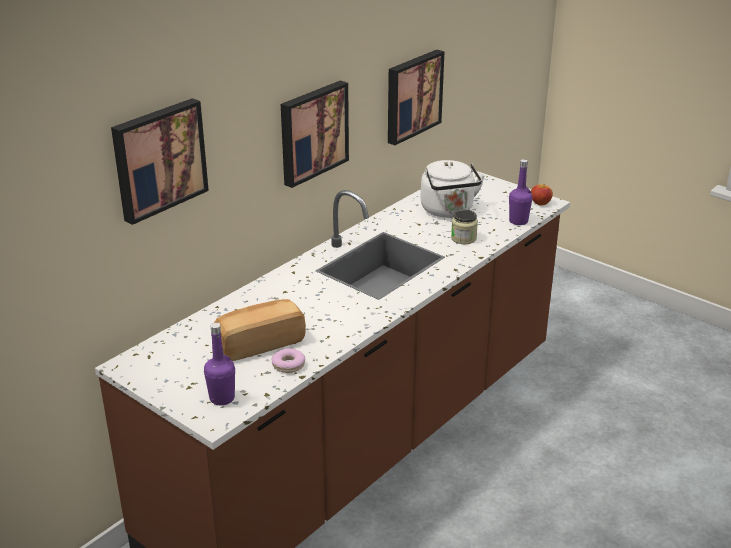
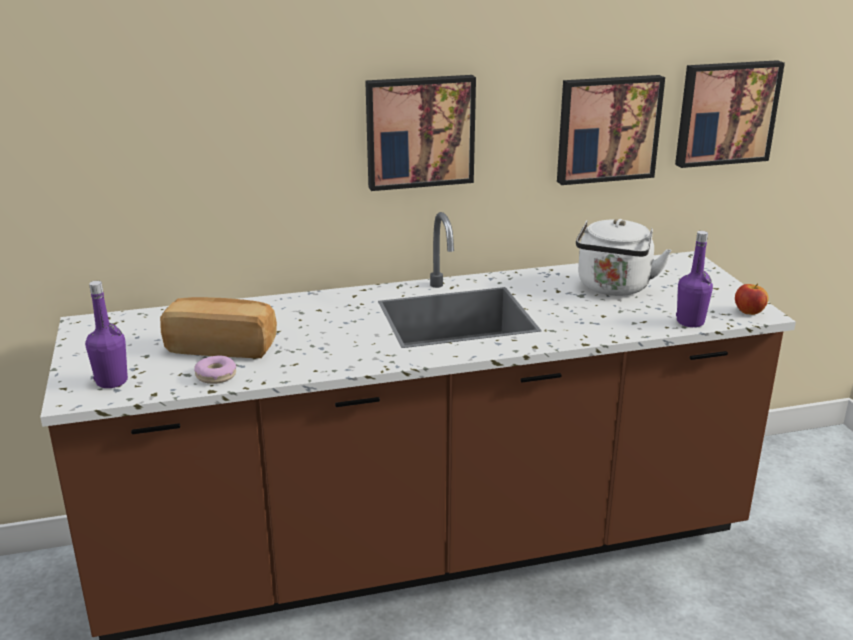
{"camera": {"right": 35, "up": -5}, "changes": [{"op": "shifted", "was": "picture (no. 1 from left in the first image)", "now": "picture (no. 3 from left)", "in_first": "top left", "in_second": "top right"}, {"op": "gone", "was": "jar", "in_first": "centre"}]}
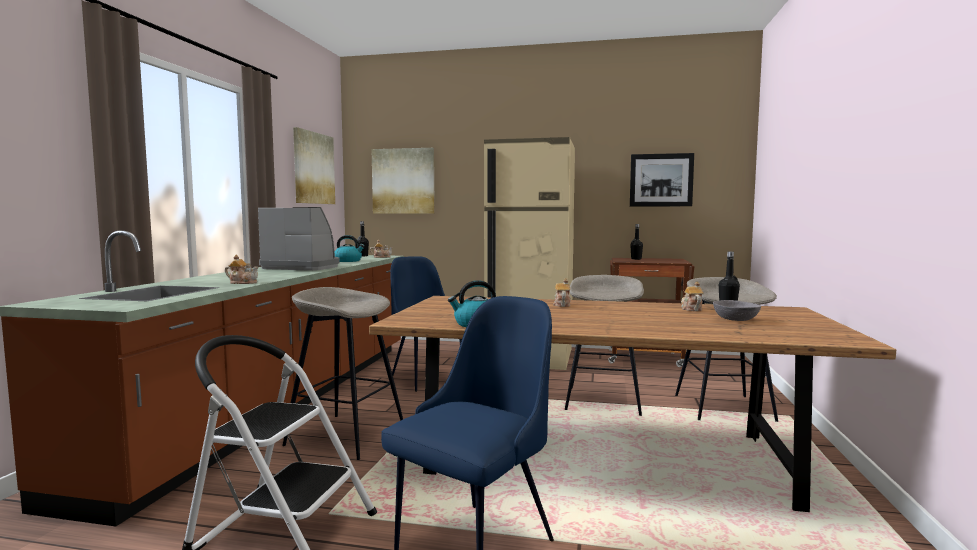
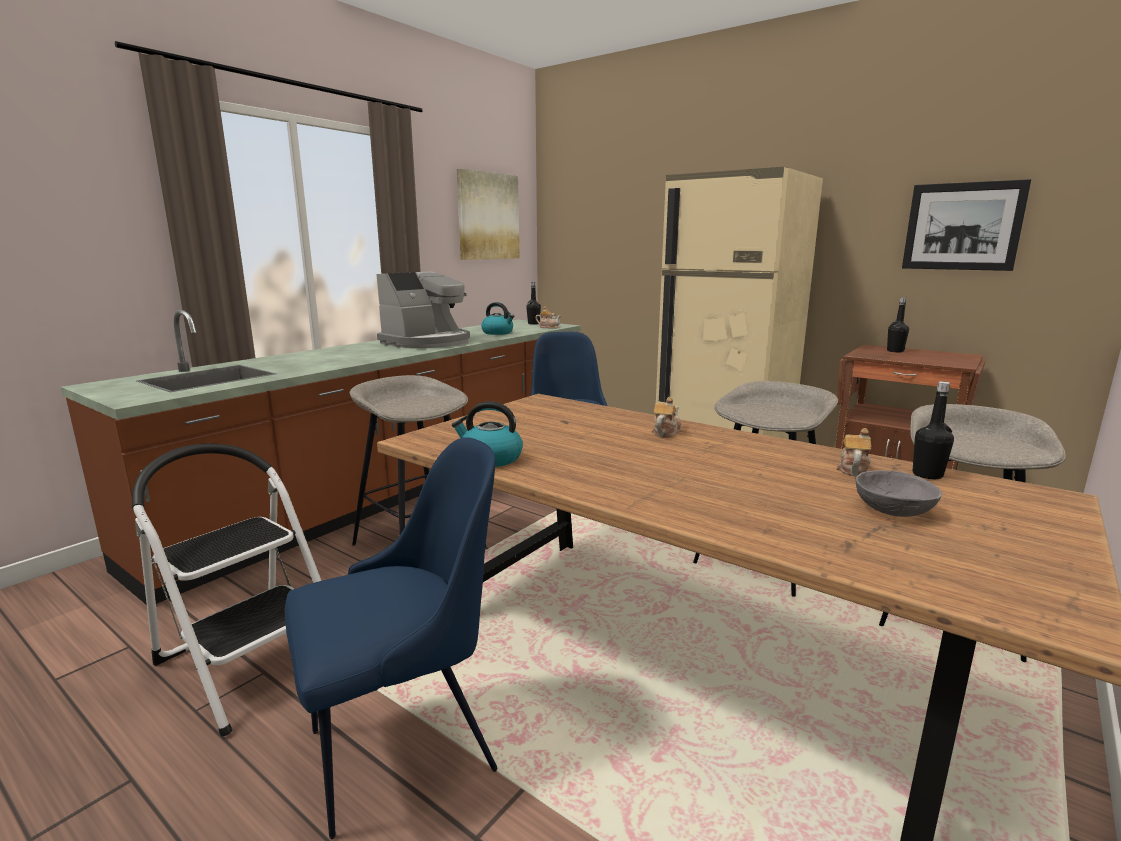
{"camera": {"right": 25, "up": 10}, "changes": [{"op": "gone", "was": "teapot (no. 1 from left)", "in_first": "middle left"}, {"op": "rotated", "was": "coffee machine", "in_first": "middle left", "in_second": "centre", "clockwise": 90}, {"op": "gone", "was": "picture (no. 2 from left)", "in_first": "top centre"}]}
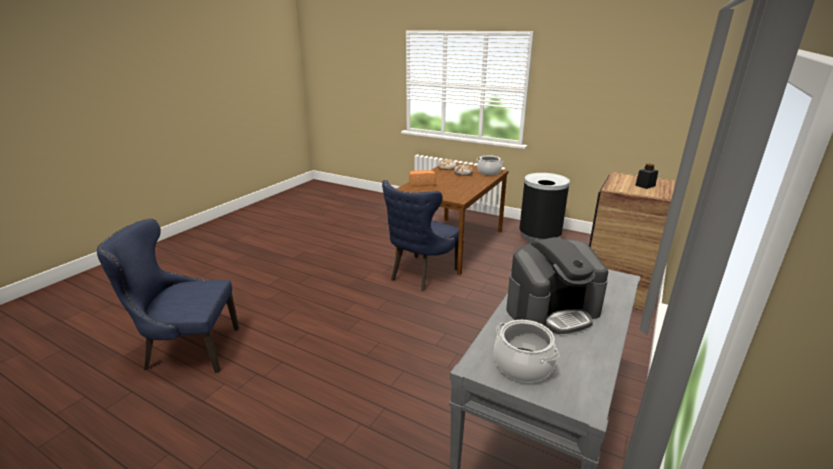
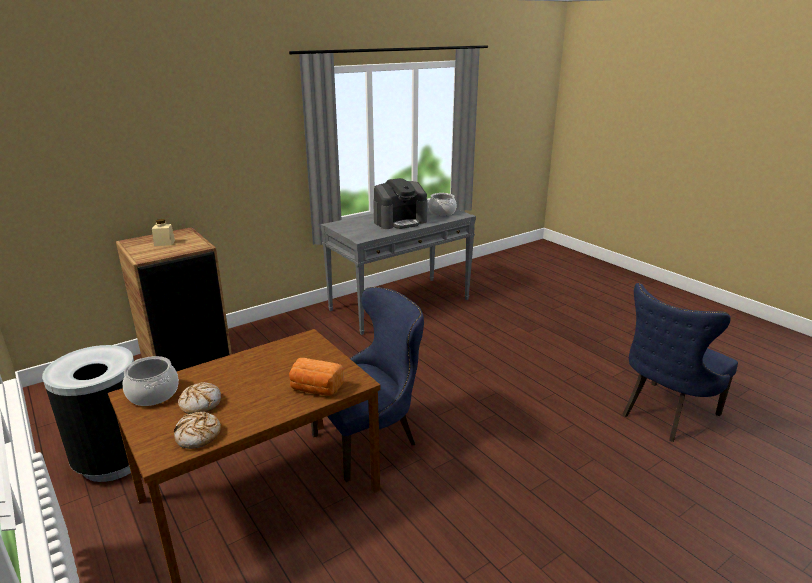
{"camera": {"right": -155, "up": 0}, "changes": [{"op": "rotated", "was": "blue chair (no. 1 from left in the first image)", "in_first": "middle left", "in_second": "middle right", "clockwise": 120}, {"op": "rotated", "was": "coffee machine", "in_first": "middle right", "in_second": "centre", "clockwise": 150}, {"op": "repainted", "was": "black jar", "now": "beige jar", "in_first": "middle right", "in_second": "middle left"}]}
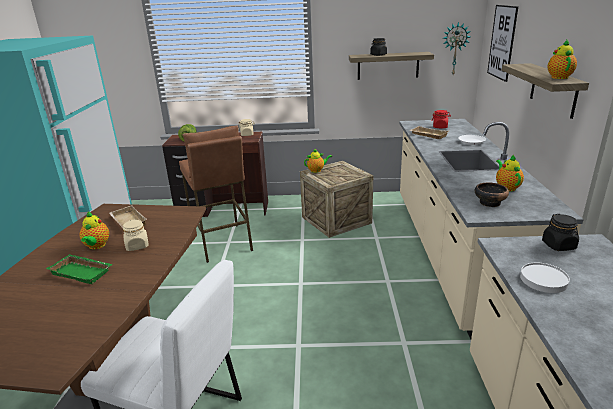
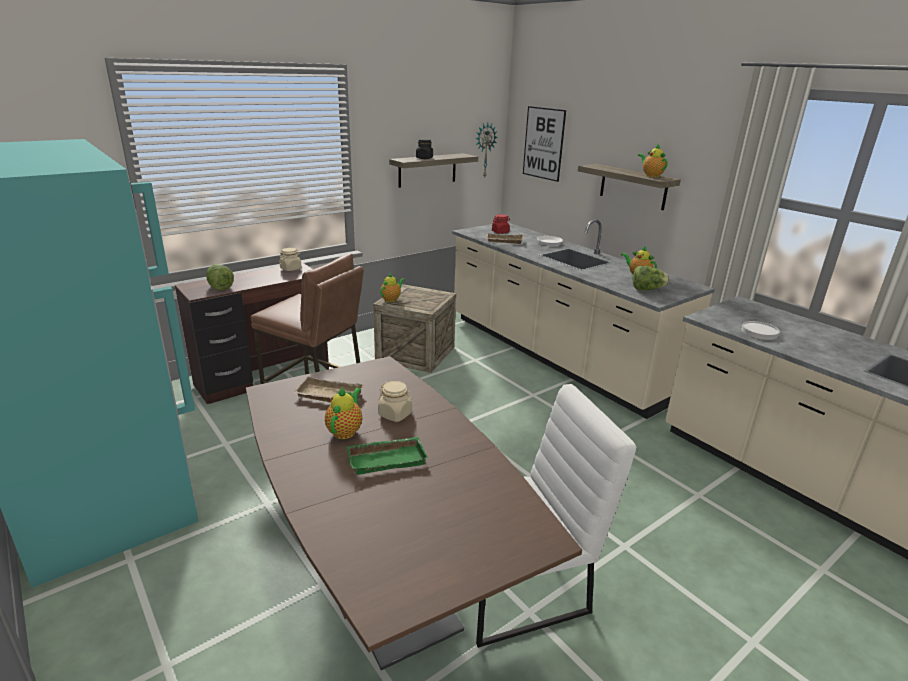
{"camera": {"right": -40, "up": 0}, "changes": [{"op": "rotated", "was": "teapot (no. 1 from left)", "in_first": "middle left", "in_second": "centre", "clockwise": -120}, {"op": "swapped", "was": "bowl", "now": "lettuce (no. 2 from left)", "in_first": "middle right", "in_second": "middle right"}, {"op": "gone", "was": "black jar (no. 2 from left)", "in_first": "middle right"}]}
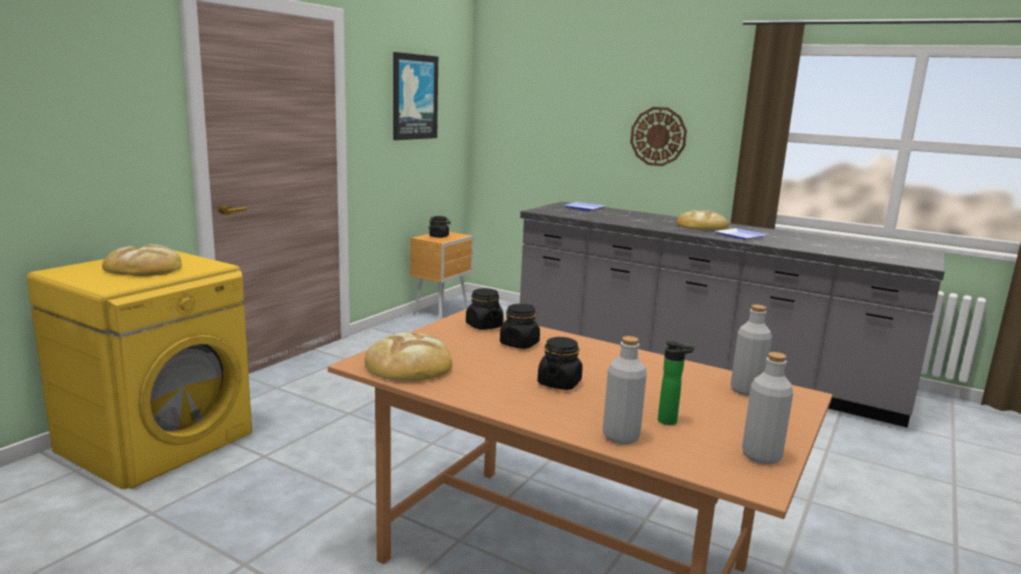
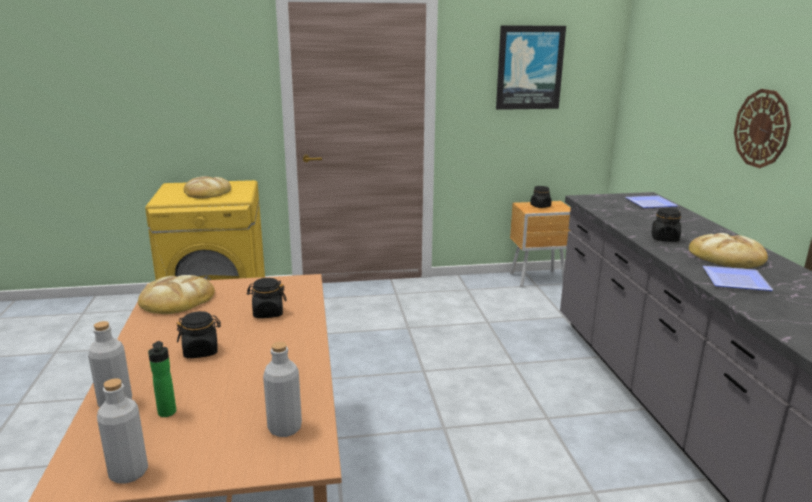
{"camera": {"right": 50, "up": 5}, "changes": [{"op": "shifted", "was": "black jar (no. 2 from left in the first image)", "now": "black jar (no. 4 from left)", "in_first": "centre", "in_second": "middle right"}]}
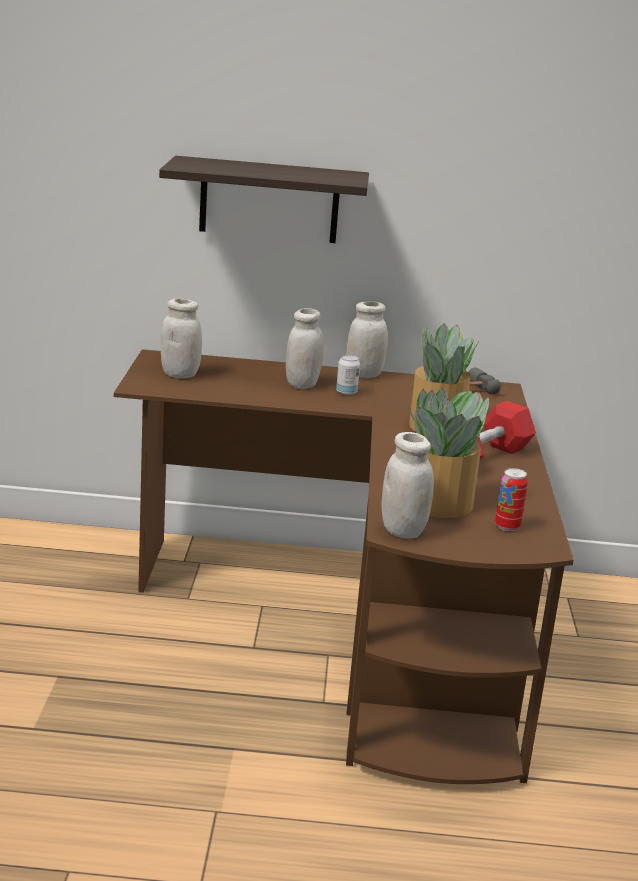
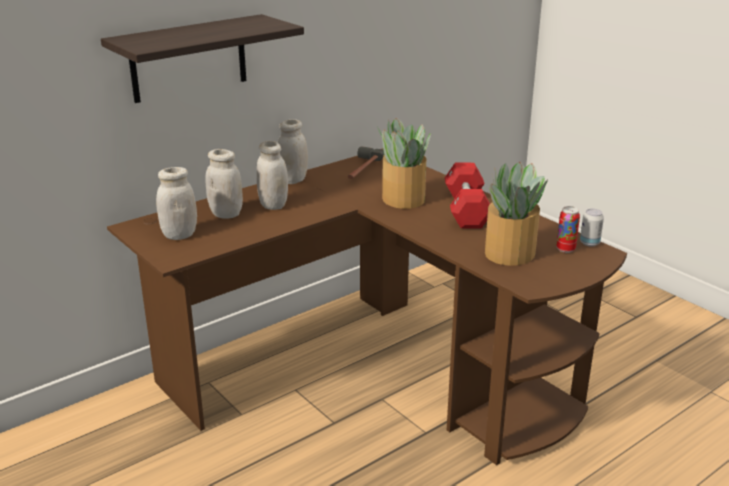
{"camera": {"right": -40, "up": 5}, "changes": [{"op": "shifted", "was": "can (no. 1 from left in the first image)", "now": "can (no. 2 from left)", "in_first": "centre", "in_second": "middle right"}, {"op": "shifted", "was": "white jar (no. 4 from left in the first image)", "now": "white jar (no. 2 from left)", "in_first": "centre", "in_second": "middle left"}]}
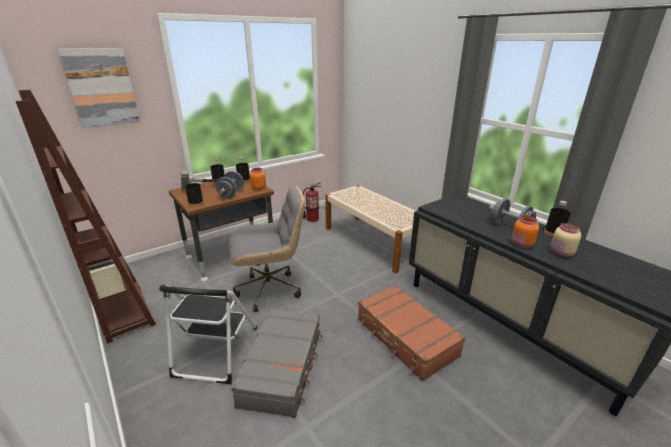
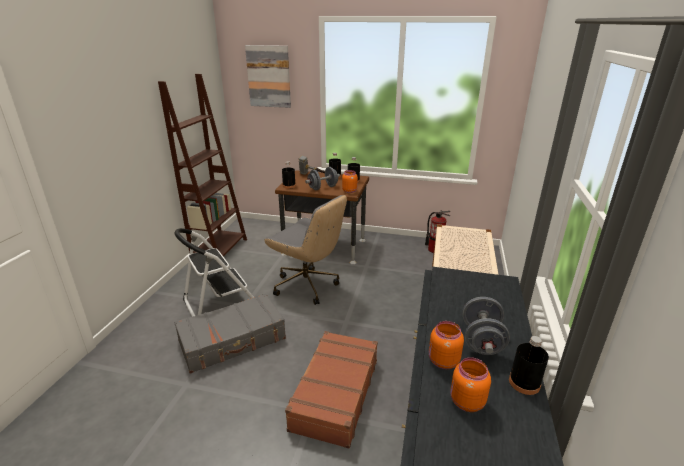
{"camera": {"right": 50, "up": 0}, "changes": [{"op": "repainted", "was": "beige jar", "now": "orange jar (no. 3 from left)", "in_first": "middle right", "in_second": "bottom right"}]}
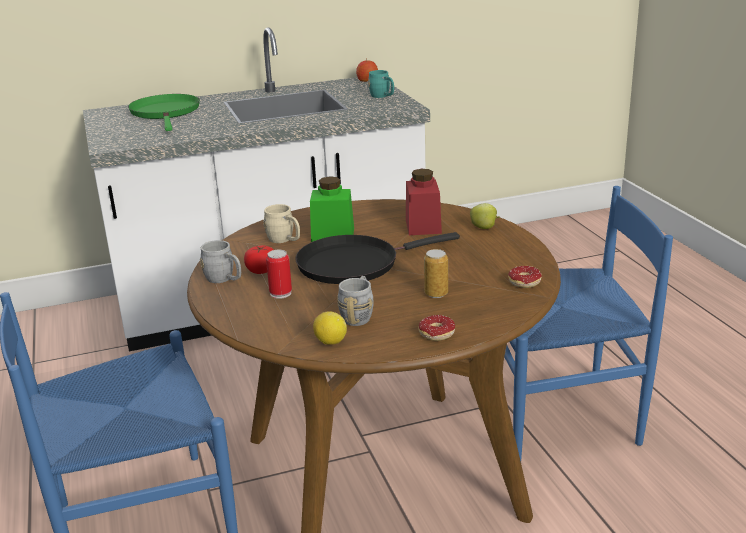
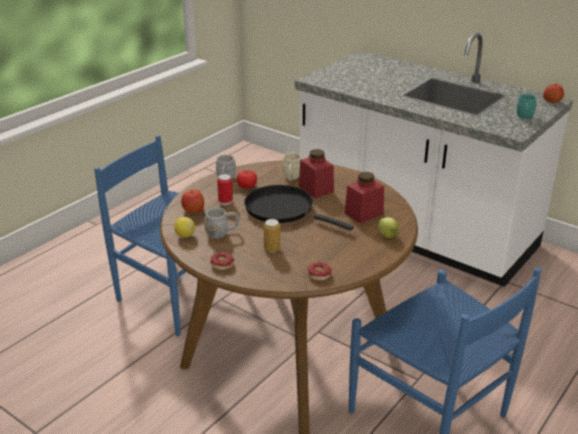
{"camera": {"right": 55, "up": 5}, "changes": [{"op": "gone", "was": "green frying pan", "in_first": "top left"}, {"op": "repainted", "was": "green jar", "now": "red jar (no. 1 from left)", "in_first": "centre", "in_second": "centre"}, {"op": "new", "now": "apple (no. 1 from left)", "in_second": "middle left"}]}
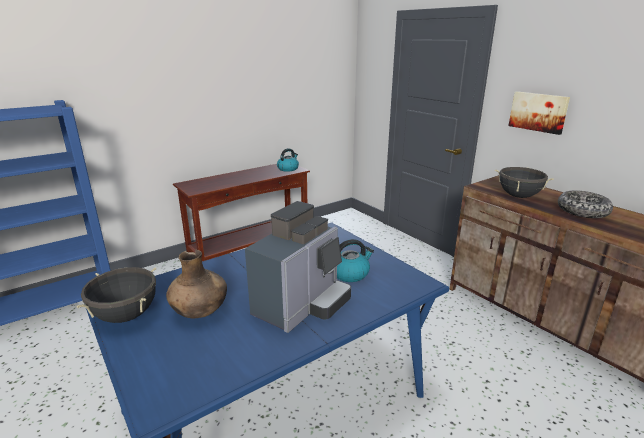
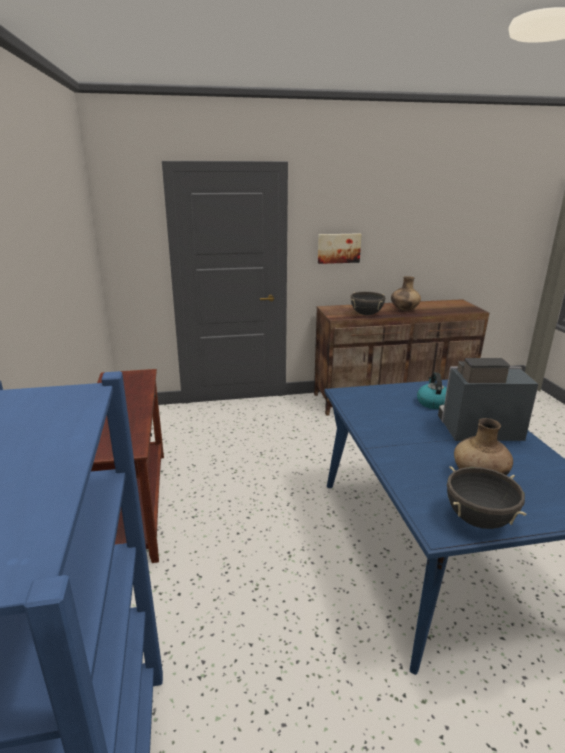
{"camera": {"right": -65, "up": 0}, "changes": [{"op": "rotated", "was": "coffee machine", "in_first": "centre", "in_second": "middle right", "clockwise": -60}, {"op": "gone", "was": "kettle (no. 1 from left)", "in_first": "centre"}, {"op": "swapped", "was": "bowl", "now": "brown vase (no. 1 from left)", "in_first": "middle right", "in_second": "middle right"}]}
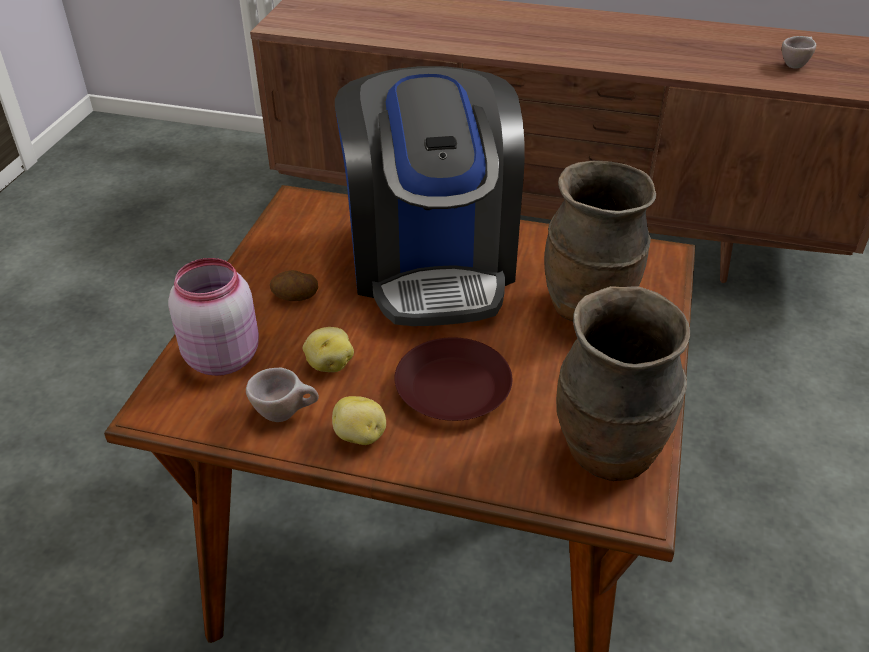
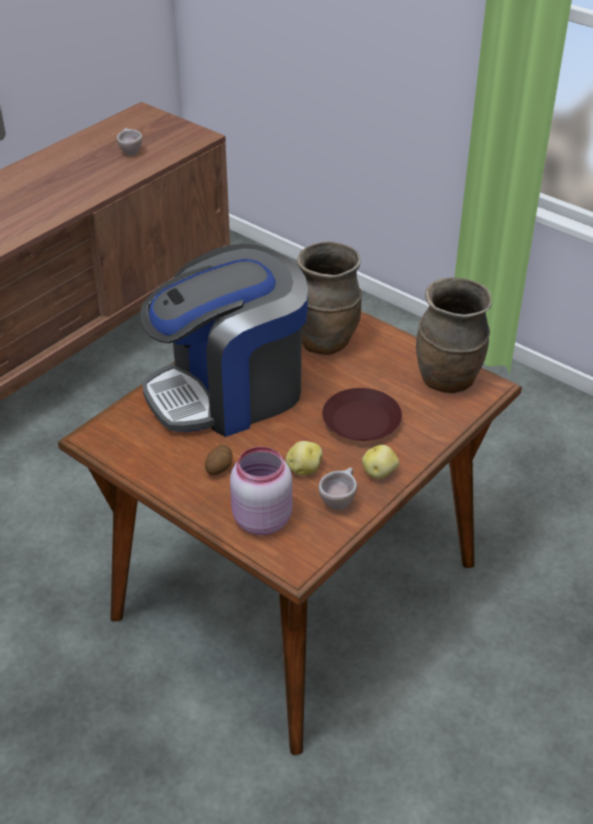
{"camera": {"right": -65, "up": 0}, "changes": [{"op": "rotated", "was": "coffee machine", "in_first": "top centre", "in_second": "centre", "clockwise": 135}]}
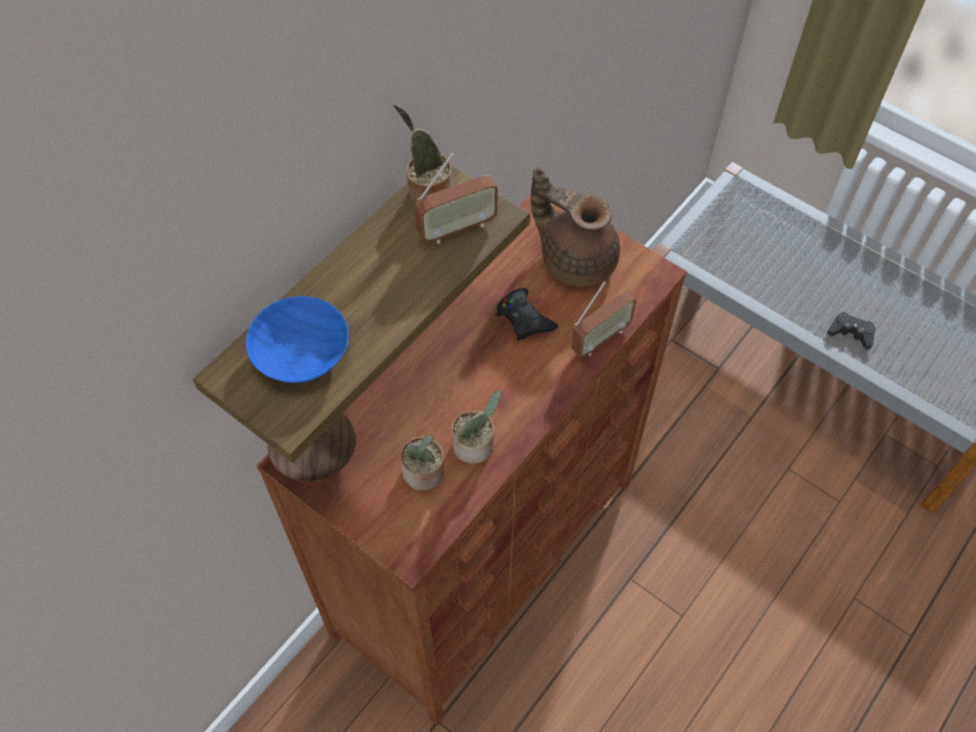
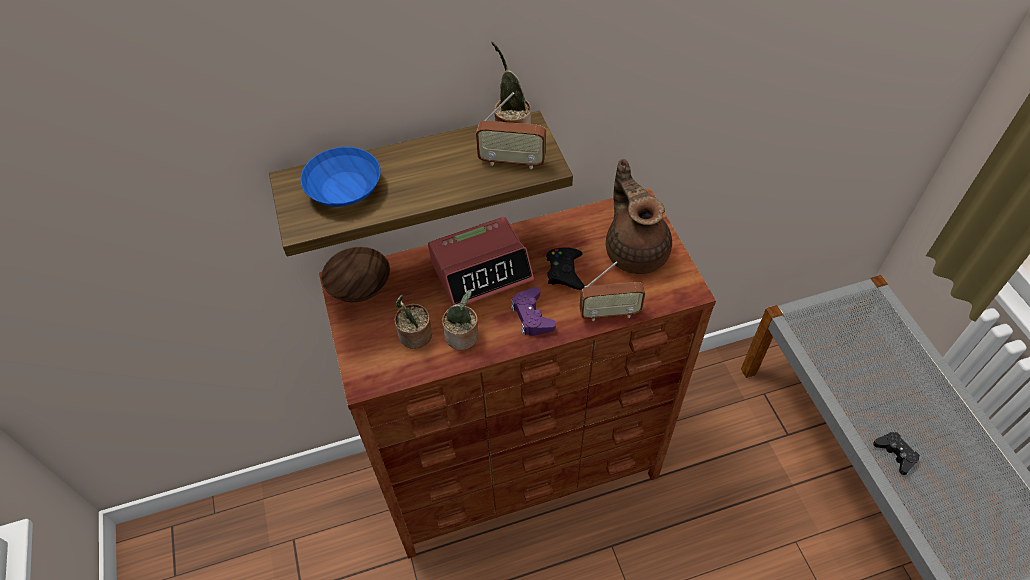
{"camera": {"right": 35, "up": -5}, "changes": [{"op": "new", "now": "alarm clock", "in_second": "centre"}, {"op": "new", "now": "purple game controller", "in_second": "centre"}]}
